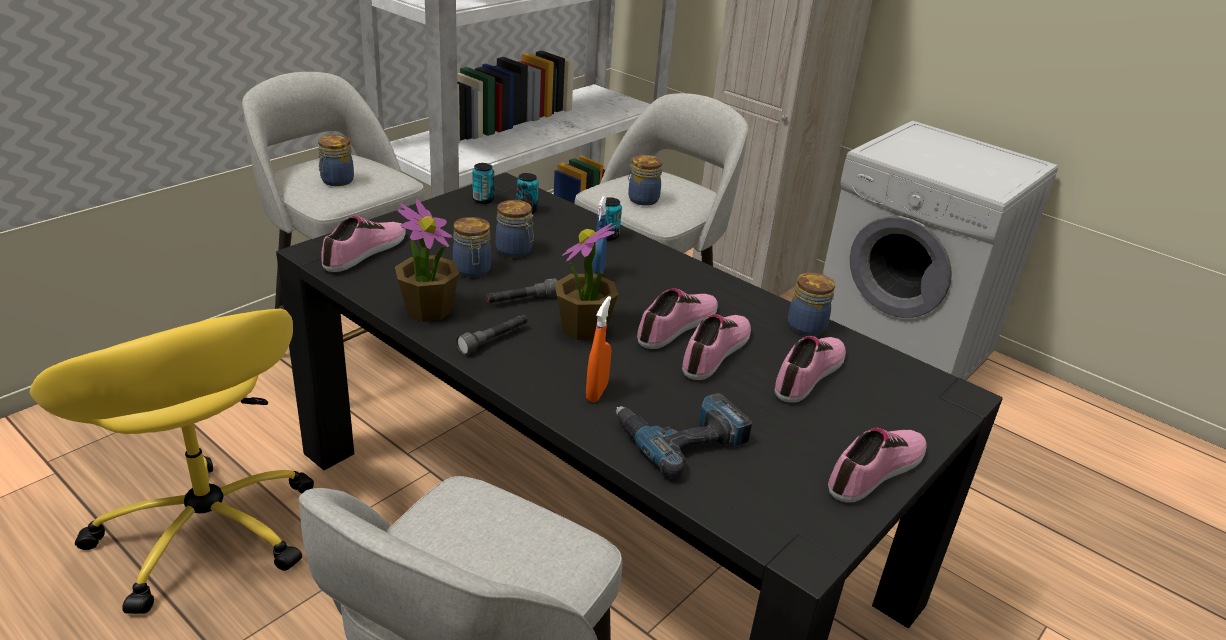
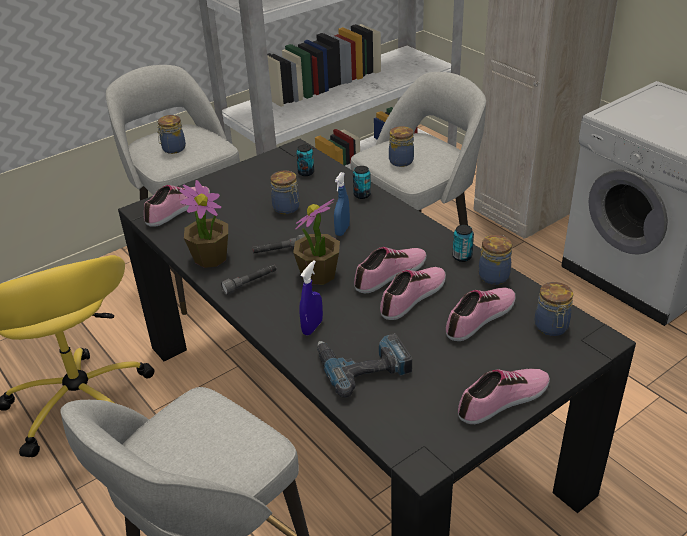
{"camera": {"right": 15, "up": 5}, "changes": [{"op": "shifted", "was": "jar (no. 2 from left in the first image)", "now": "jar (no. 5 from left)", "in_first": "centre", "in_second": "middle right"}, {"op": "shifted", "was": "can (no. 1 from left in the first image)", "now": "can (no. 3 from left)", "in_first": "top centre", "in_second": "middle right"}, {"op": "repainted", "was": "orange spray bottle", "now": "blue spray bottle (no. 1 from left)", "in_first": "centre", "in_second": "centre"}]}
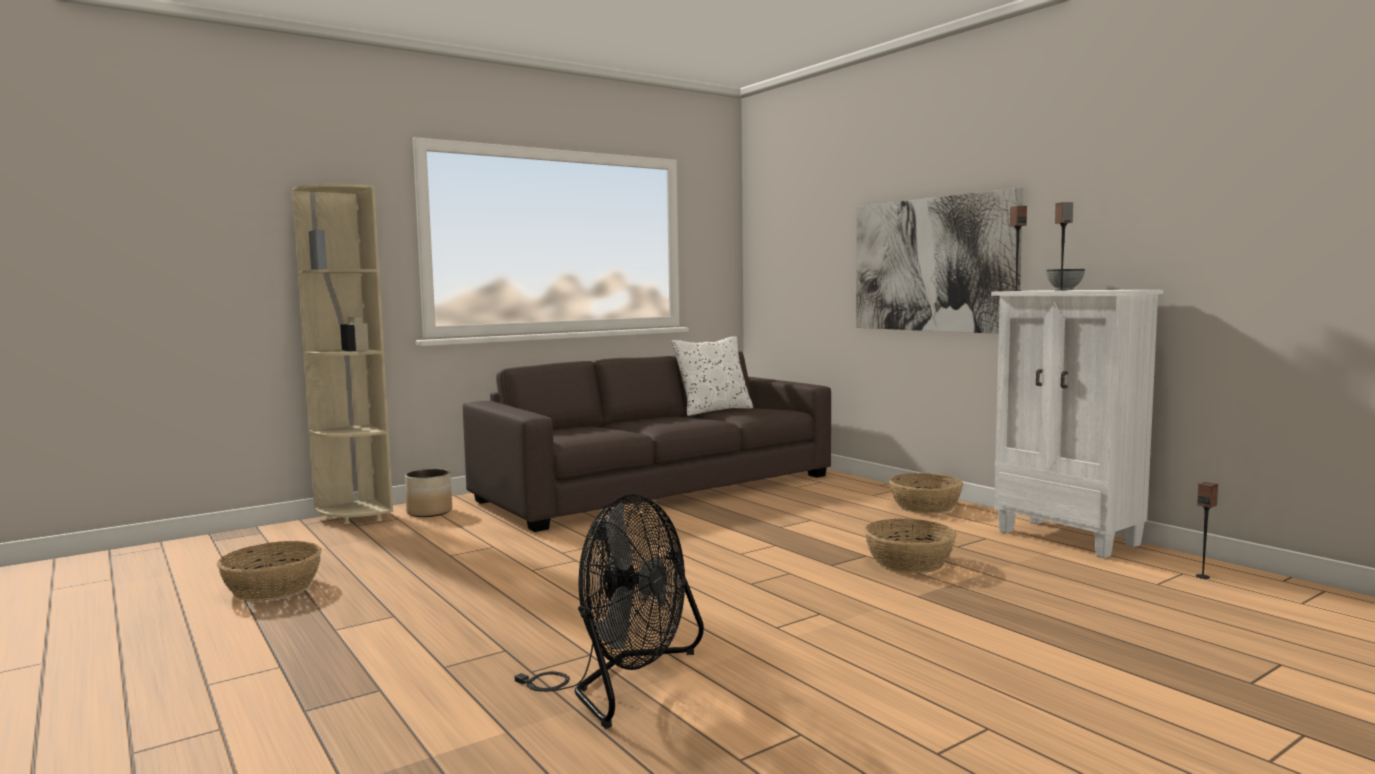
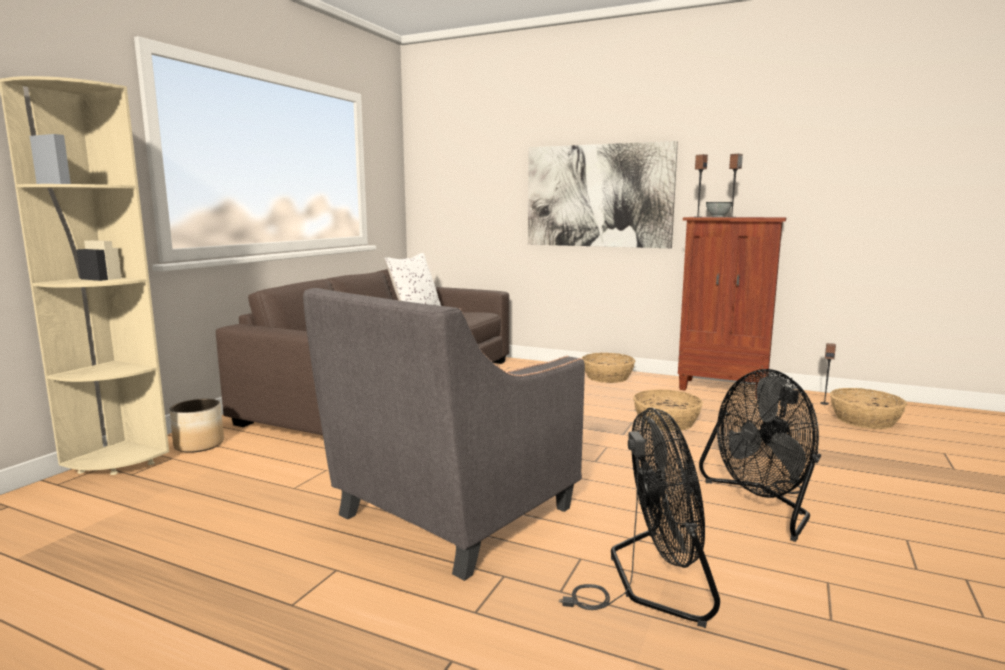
{"camera": {"right": -30, "up": 5}, "changes": [{"op": "shifted", "was": "basket (no. 1 from left in the first image)", "now": "basket (no. 3 from left)", "in_first": "bottom left", "in_second": "middle right"}, {"op": "repainted", "was": "white cabinet", "now": "brown cabinet", "in_first": "middle right", "in_second": "middle right"}, {"op": "new", "now": "grey armchair", "in_second": "centre"}, {"op": "new", "now": "black fan (no. 2 from left)", "in_second": "bottom right"}]}
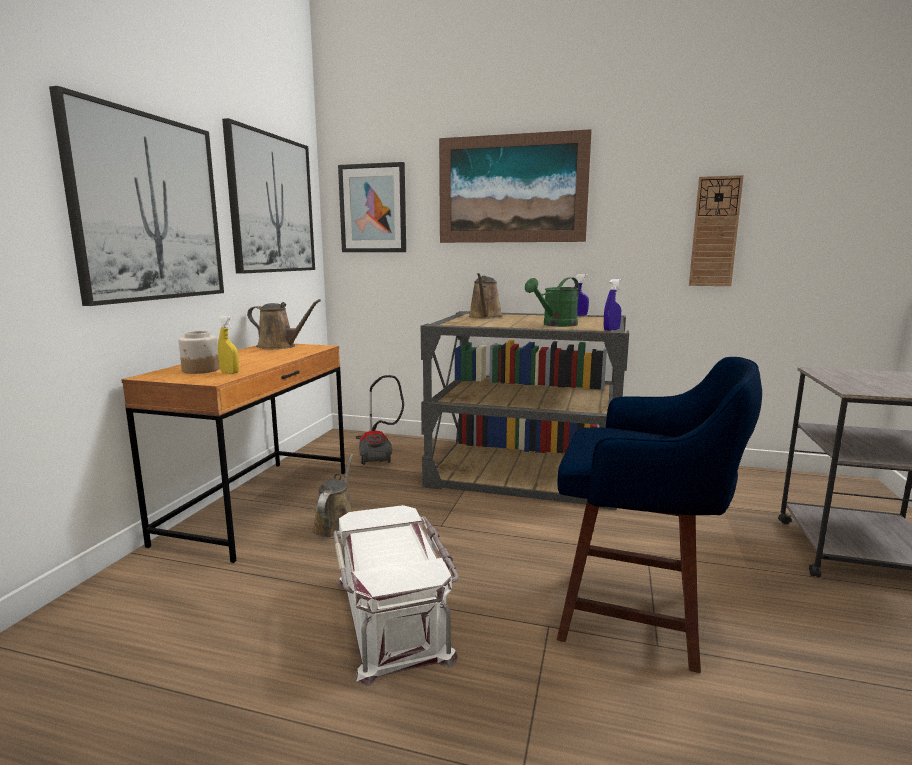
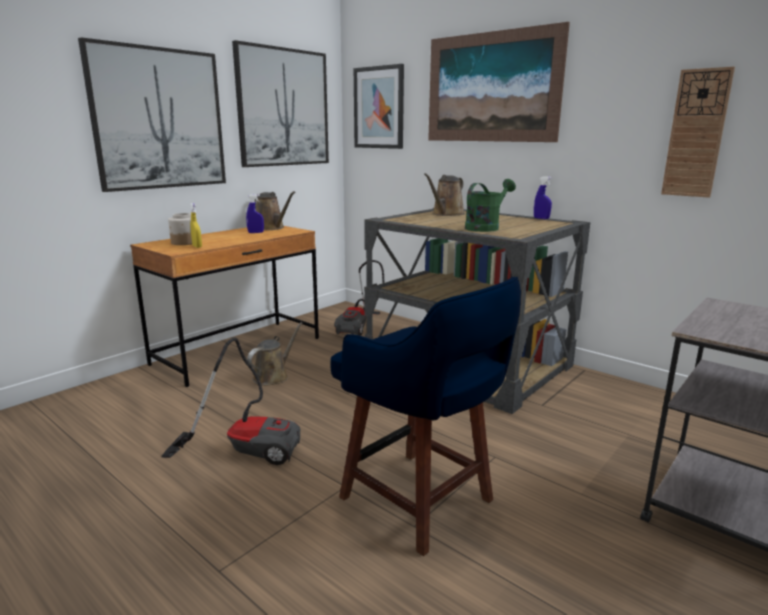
{"camera": {"right": 25, "up": 5}, "changes": [{"op": "swapped", "was": "white storage box", "now": "vacuum cleaner (no. 1 from left)", "in_first": "bottom centre", "in_second": "middle left"}, {"op": "rotated", "was": "green watering can", "in_first": "centre", "in_second": "centre", "clockwise": 150}, {"op": "shifted", "was": "blue spray bottle (no. 2 from left in the first image)", "now": "blue spray bottle (no. 1 from left)", "in_first": "middle right", "in_second": "middle left"}]}
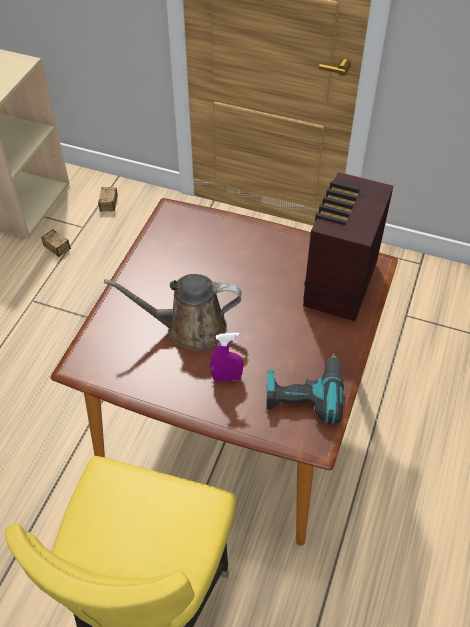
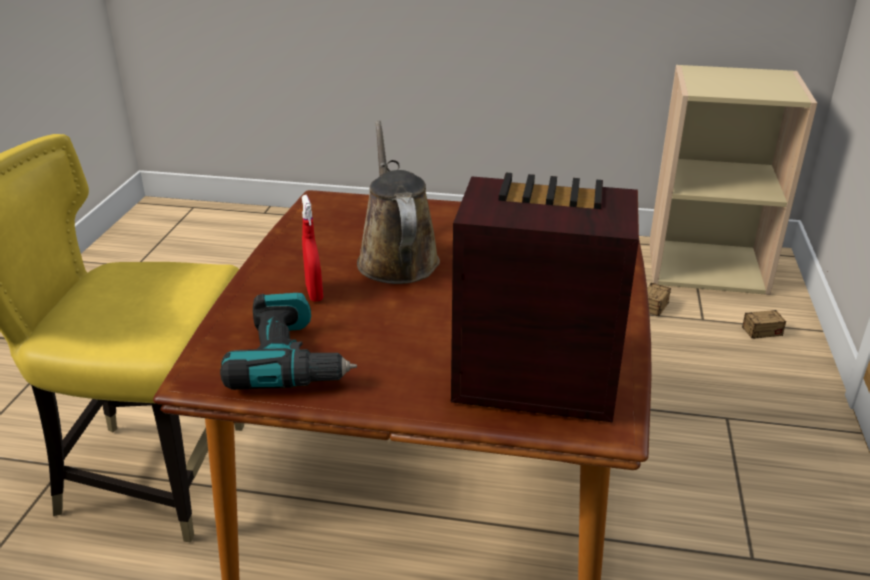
{"camera": {"right": 80, "up": -20}, "changes": [{"op": "repainted", "was": "purple spray bottle", "now": "red spray bottle", "in_first": "centre", "in_second": "centre"}]}
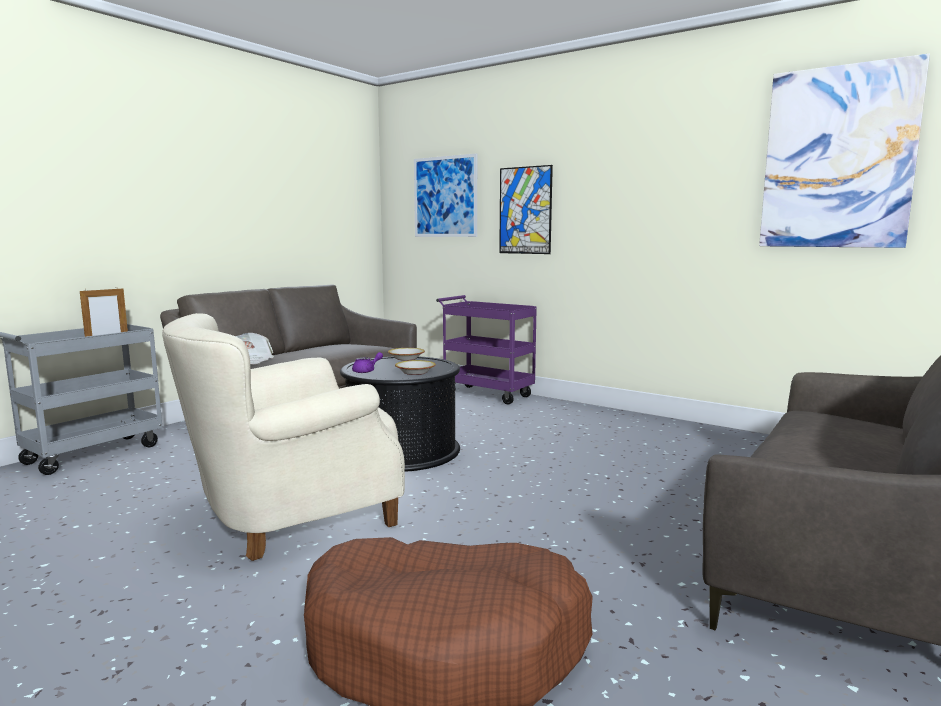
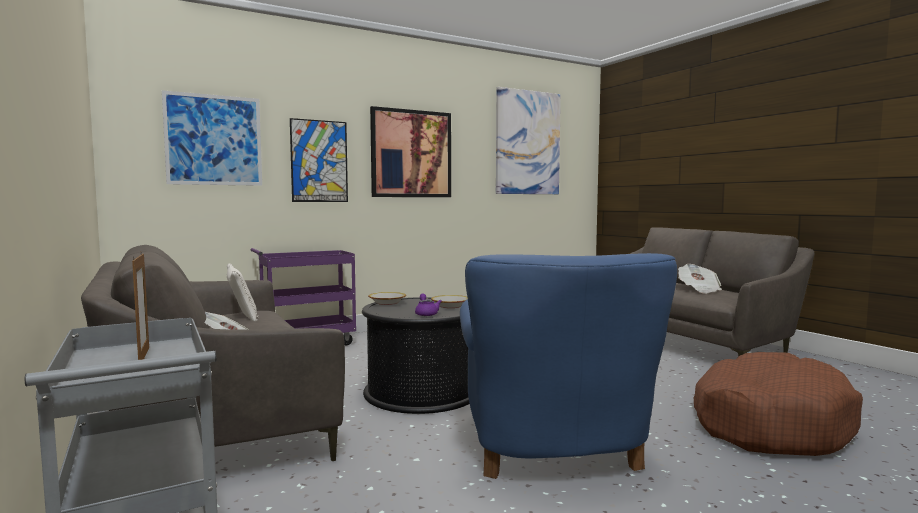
{"camera": {"right": -65, "up": -5}, "changes": [{"op": "repainted", "was": "beige armchair", "now": "blue armchair", "in_first": "middle left", "in_second": "bottom centre"}, {"op": "new", "now": "white pillow", "in_second": "middle left"}, {"op": "new", "now": "picture (no. 3 from left)", "in_second": "top centre"}, {"op": "new", "now": "newspaper (no. 2 from left)", "in_second": "middle right"}]}
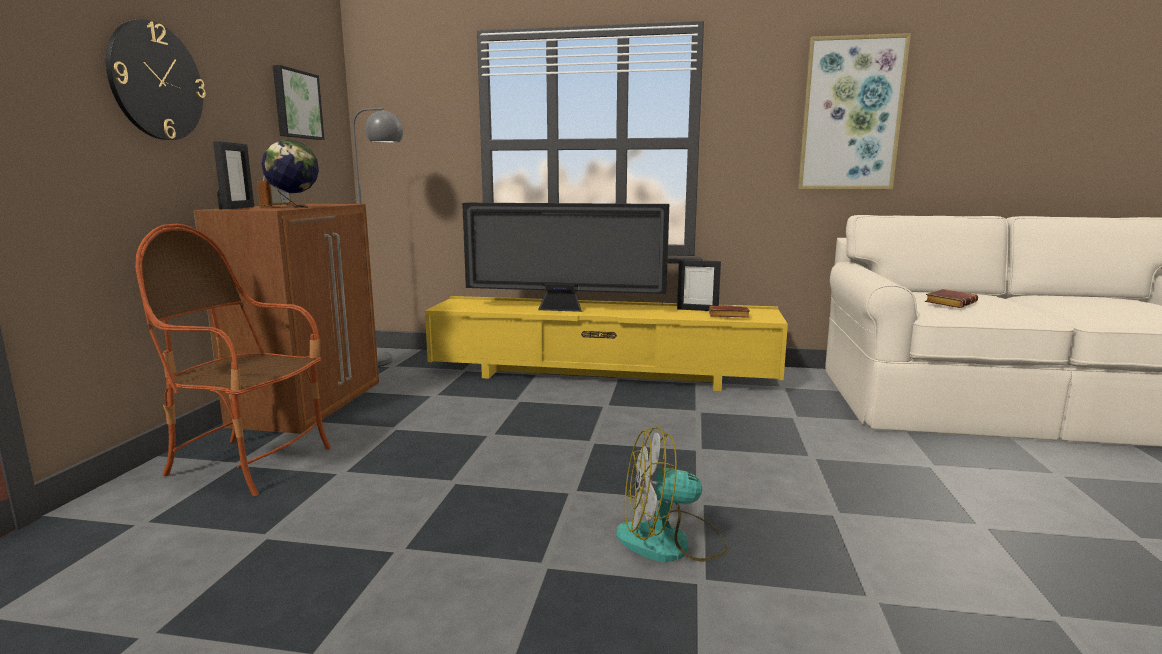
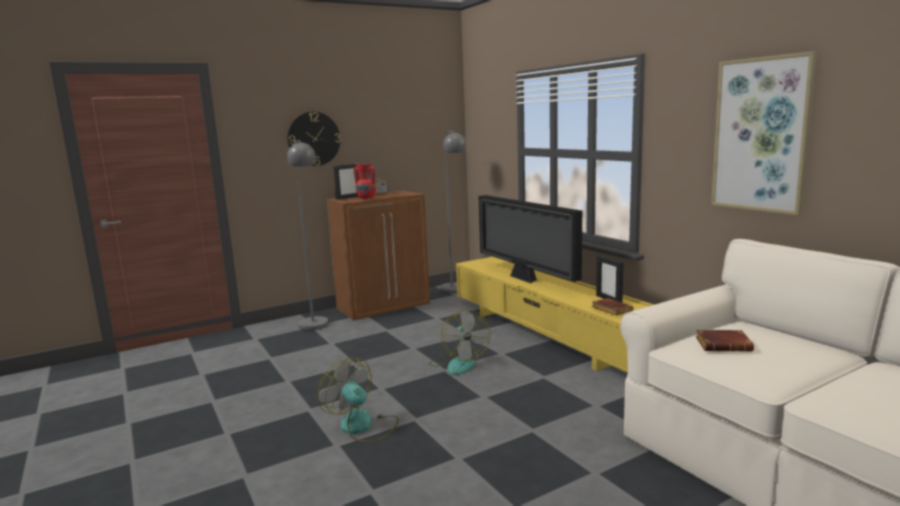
{"camera": {"right": 50, "up": 0}, "changes": [{"op": "swapped", "was": "armchair", "now": "grey floor lamp (no. 1 from left)", "in_first": "middle left", "in_second": "centre"}, {"op": "swapped", "was": "globe", "now": "red vase", "in_first": "top left", "in_second": "centre"}, {"op": "gone", "was": "picture (no. 1 from left)", "in_first": "top left"}, {"op": "new", "now": "fan (no. 2 from left)", "in_second": "bottom centre"}]}
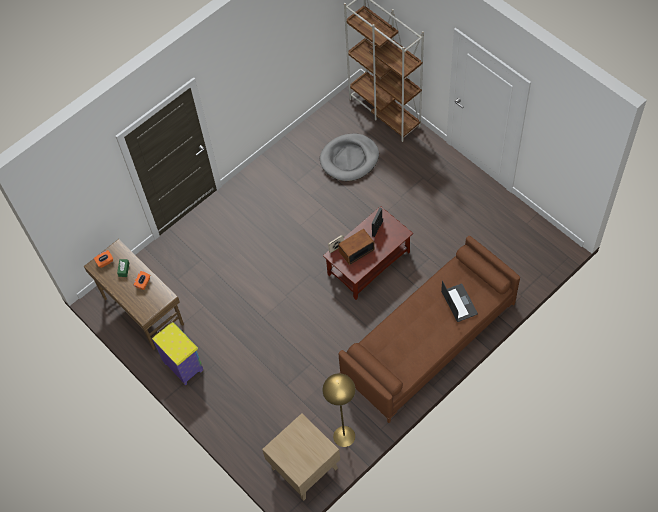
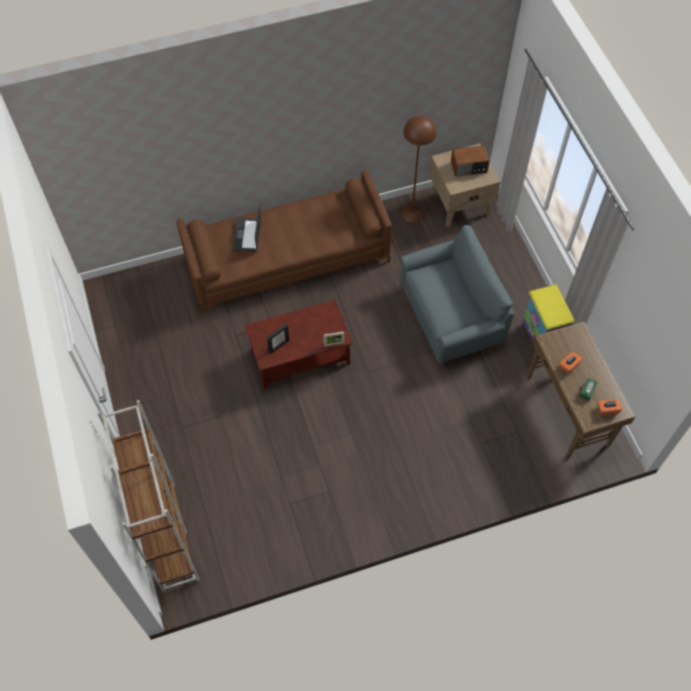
{"camera": {"right": -160, "up": 0}, "changes": [{"op": "gone", "was": "grey dog bed", "in_first": "top centre"}, {"op": "repainted", "was": "yellow floor lamp", "now": "brown floor lamp", "in_first": "bottom centre", "in_second": "top centre"}, {"op": "shifted", "was": "radio", "in_first": "centre", "in_second": "top right"}, {"op": "new", "now": "grey armchair", "in_second": "centre"}]}
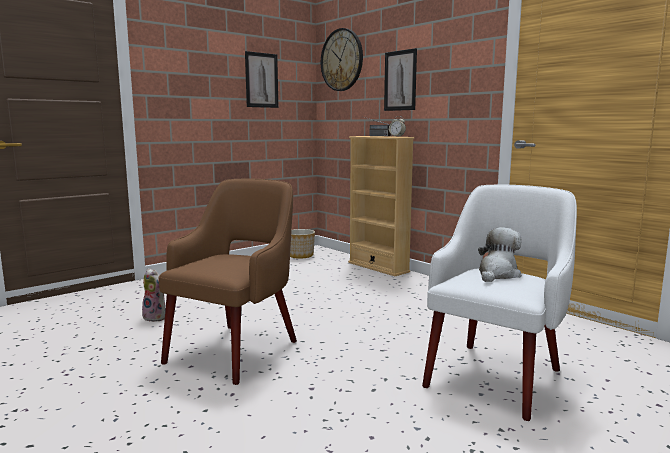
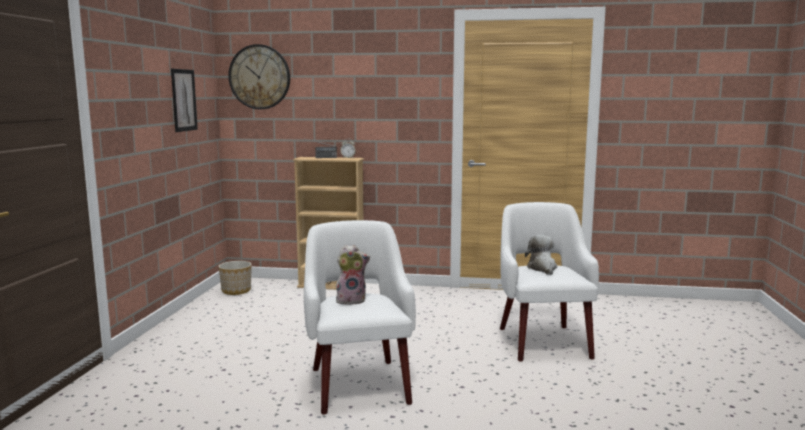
{"camera": {"right": -40, "up": 0}, "changes": [{"op": "shifted", "was": "plush toy (no. 1 from left)", "in_first": "middle left", "in_second": "centre"}, {"op": "repainted", "was": "brown armchair", "now": "white armchair (no. 1 from left)", "in_first": "centre", "in_second": "bottom centre"}, {"op": "gone", "was": "picture (no. 2 from left)", "in_first": "top centre"}]}
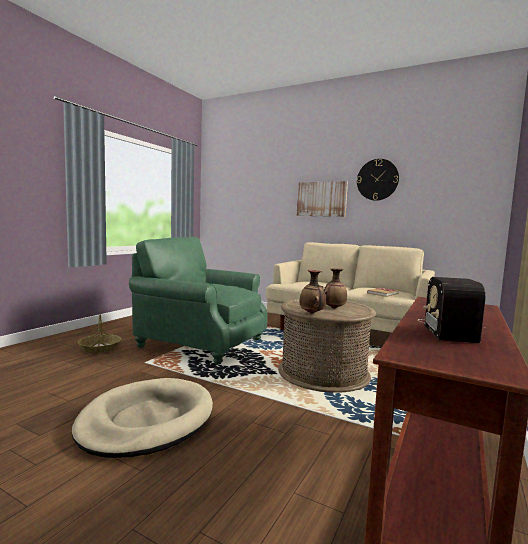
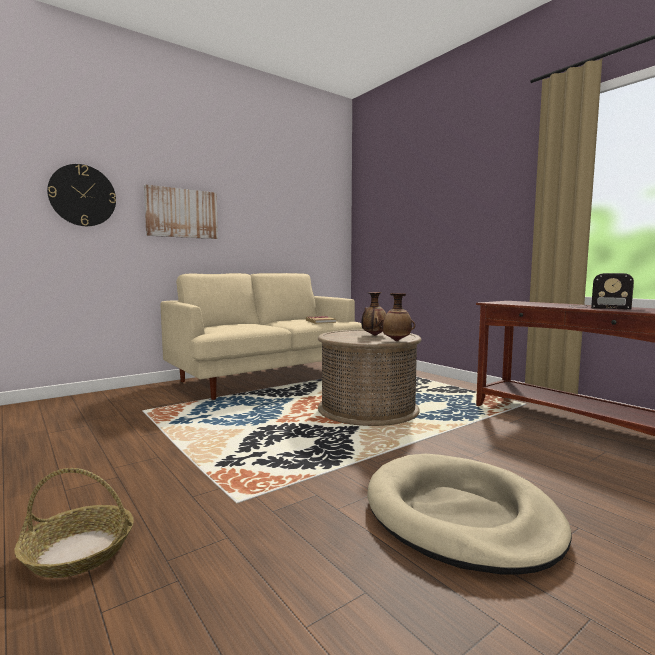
{"camera": {"right": -65, "up": 0}, "changes": [{"op": "gone", "was": "green armchair", "in_first": "centre"}, {"op": "shifted", "was": "wall clock", "in_first": "top right", "in_second": "top left"}]}
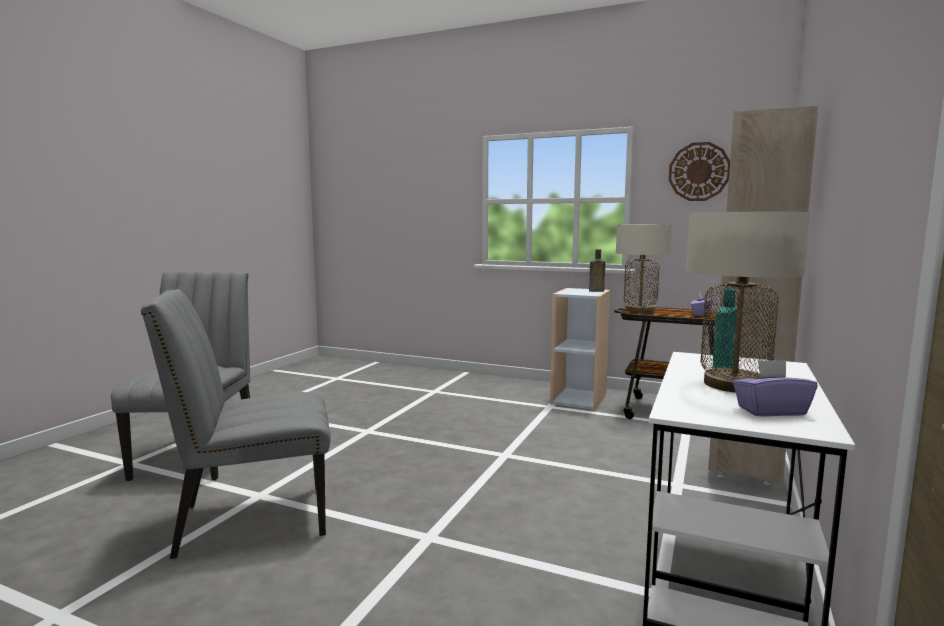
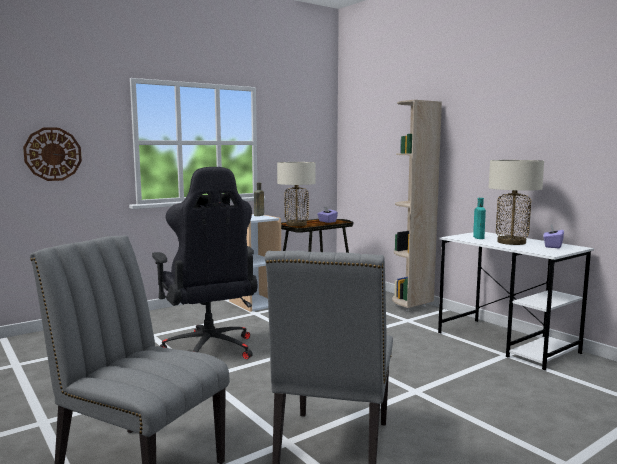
{"camera": {"right": -60, "up": 0}, "changes": [{"op": "shifted", "was": "wall clock", "in_first": "top right", "in_second": "top left"}, {"op": "new", "now": "black office chair", "in_second": "middle left"}]}
